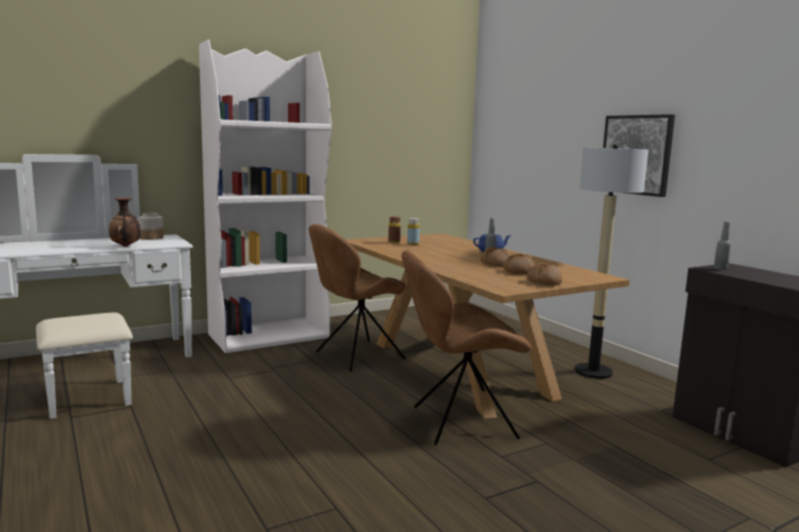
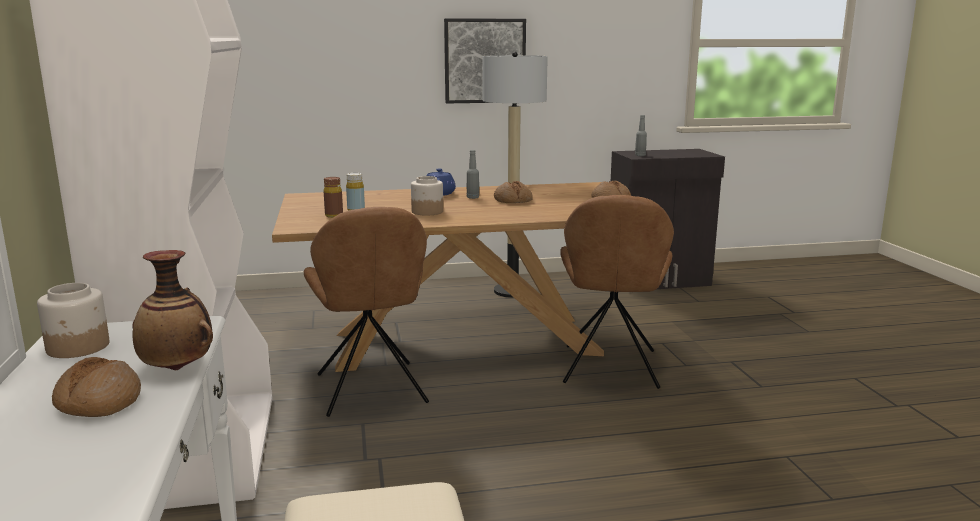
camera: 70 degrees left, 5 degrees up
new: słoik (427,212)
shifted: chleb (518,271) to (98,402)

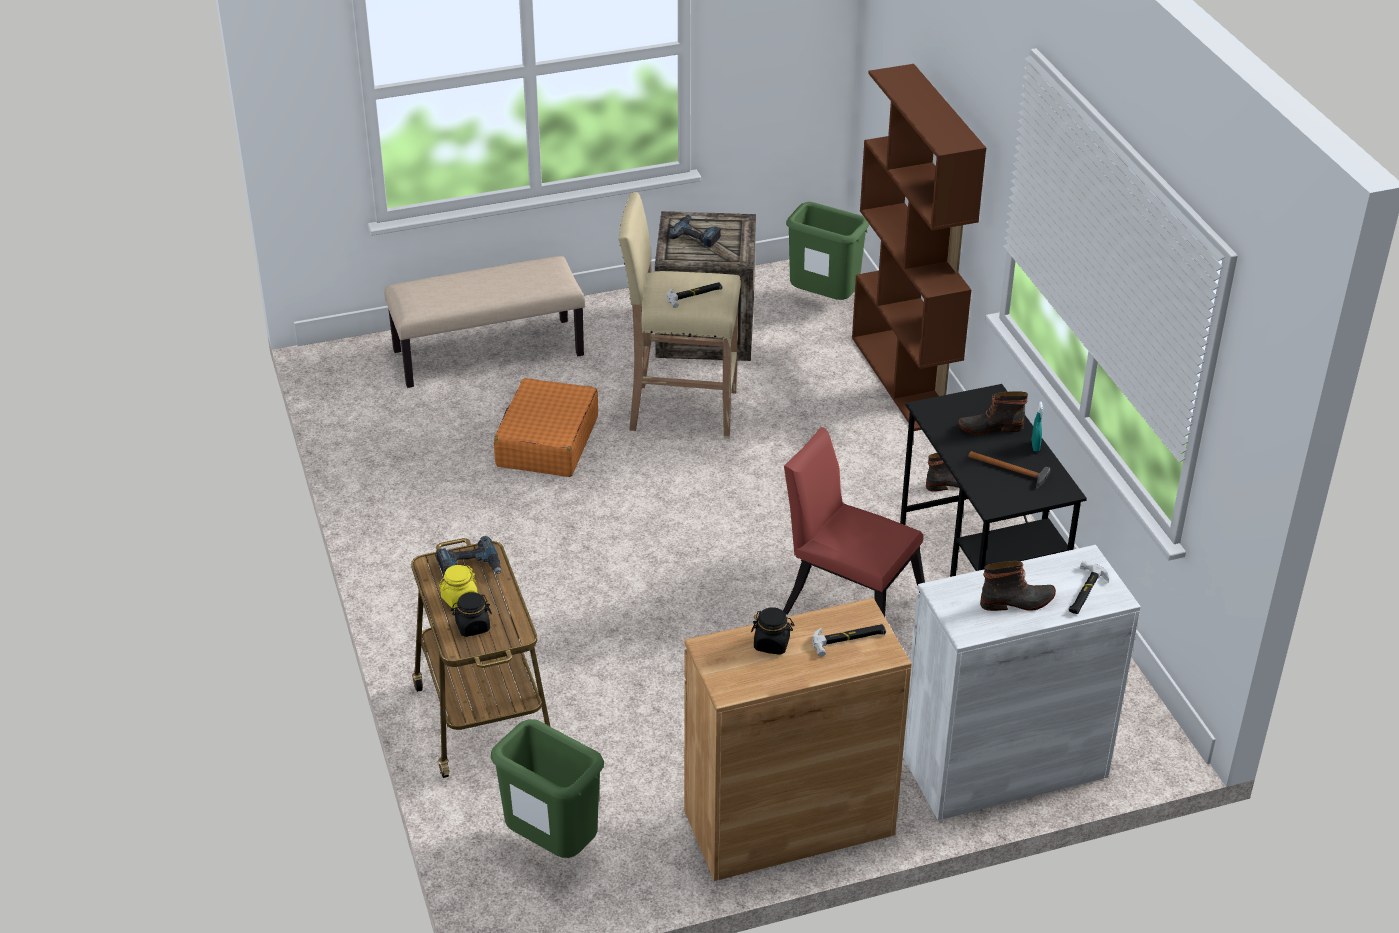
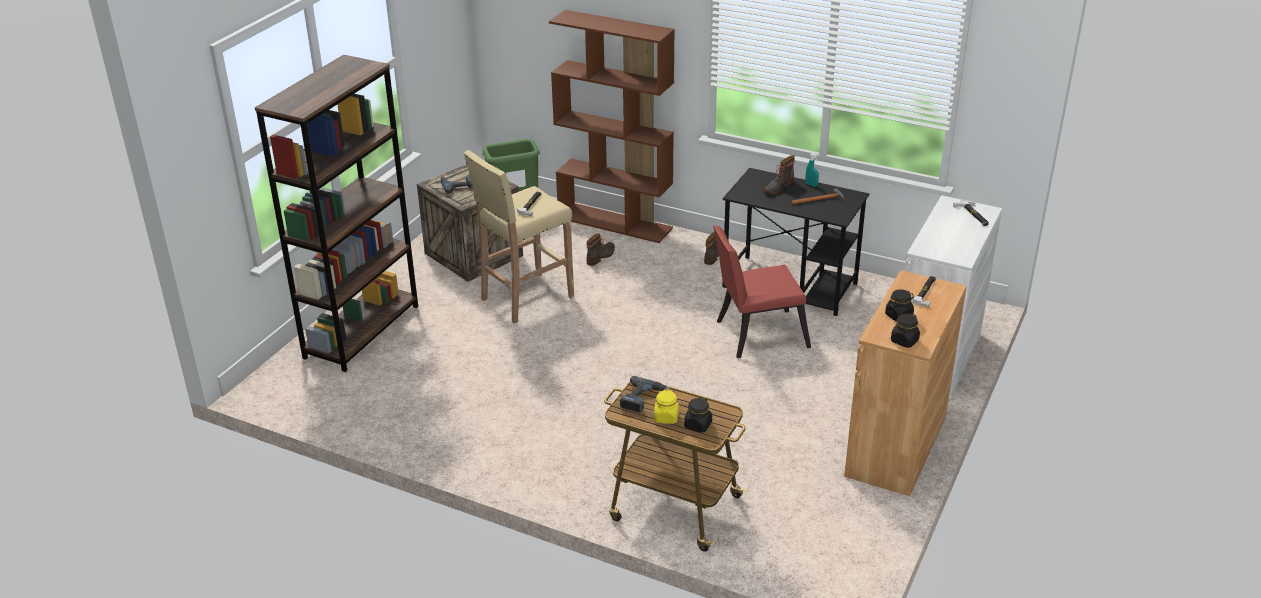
camera: 45 degrees left, 5 degrees down
gone: kosz na śmieci (zielony) (551,846); walizka (pomarańczowy) (547,442)
new: słoik (czarny) (904,341)
shifted: but z cholewką (1017,602) to (601,256)
swapped: ławka (beżowy) (489,352) to regał (brązowy) (362,331)

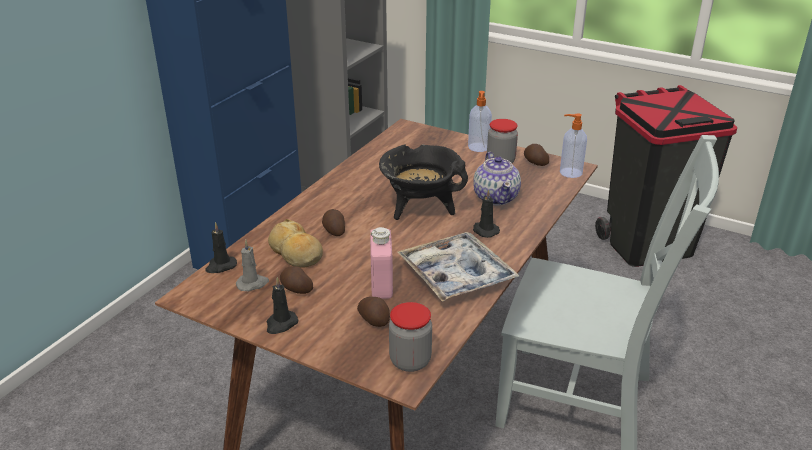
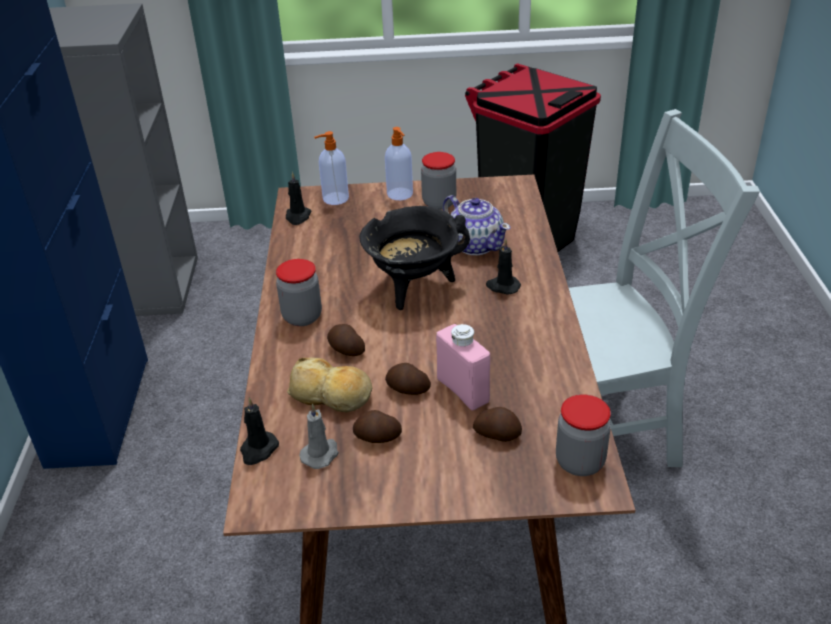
camera: 30 degrees left, 5 degrees up
gone: taca (456,275)
new: słoik (302,317)
shifted: świeca (czarny) (281,324) to (298,217); dozownik mydła (570,172) to (334,199); ziemniak (535,162) to (407,390)

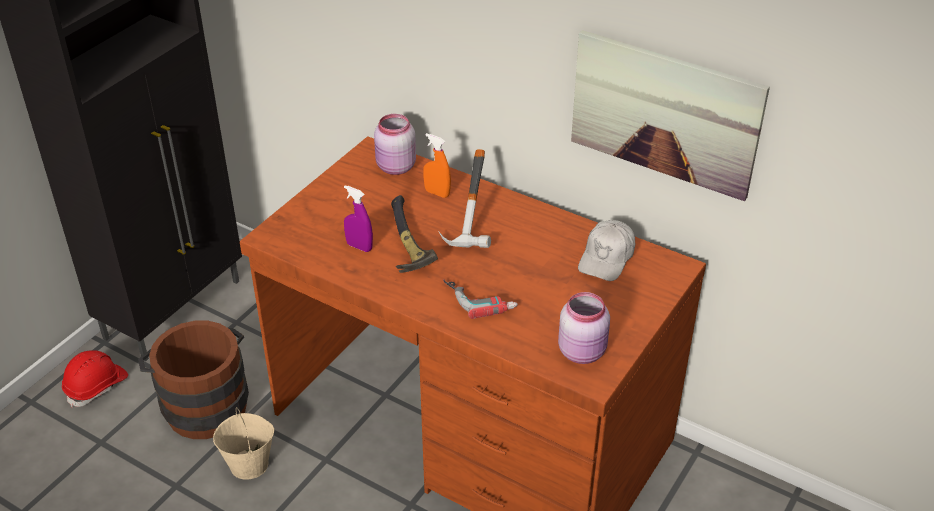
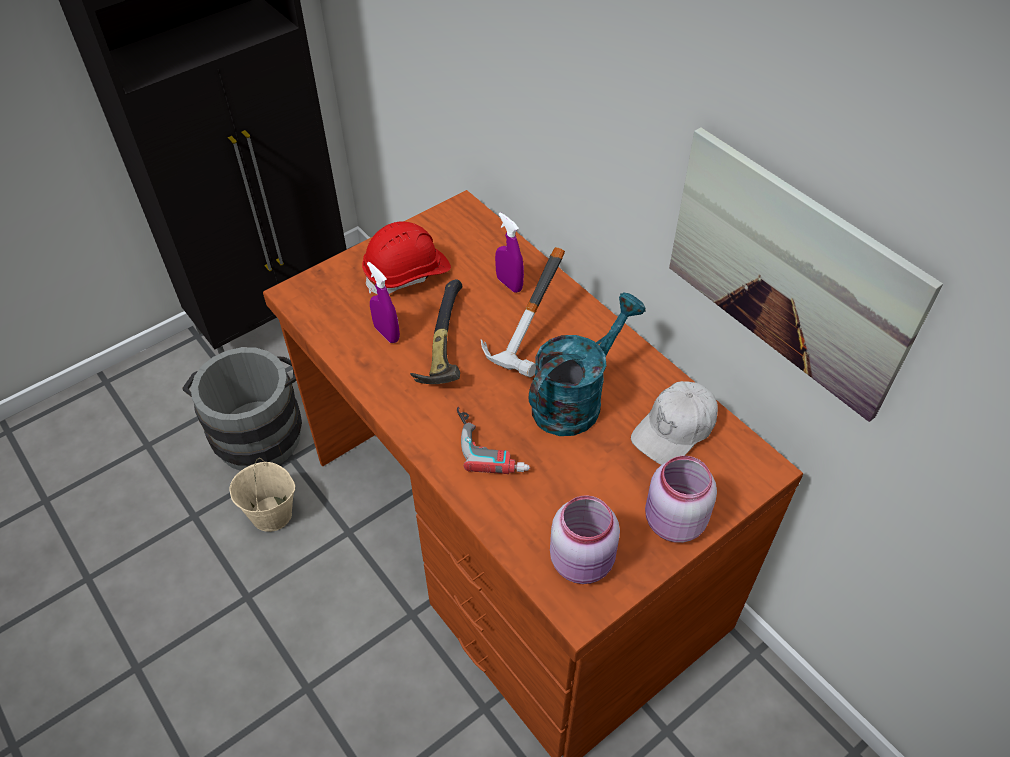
camera: 20 degrees right, 10 degrees up
new: konewka (turkusowy) (575,399)
shifted: kask (czerwony) (97,386) to (407,273); słoik (różowy) (395,167) to (672,522)
repainted: wiadro (brązowy) (203,403) to wiadro (szary) (258,430); spryskiwacz (pomarańczowy) (437,193) to spryskiwacz (fioletowy) (509,284)

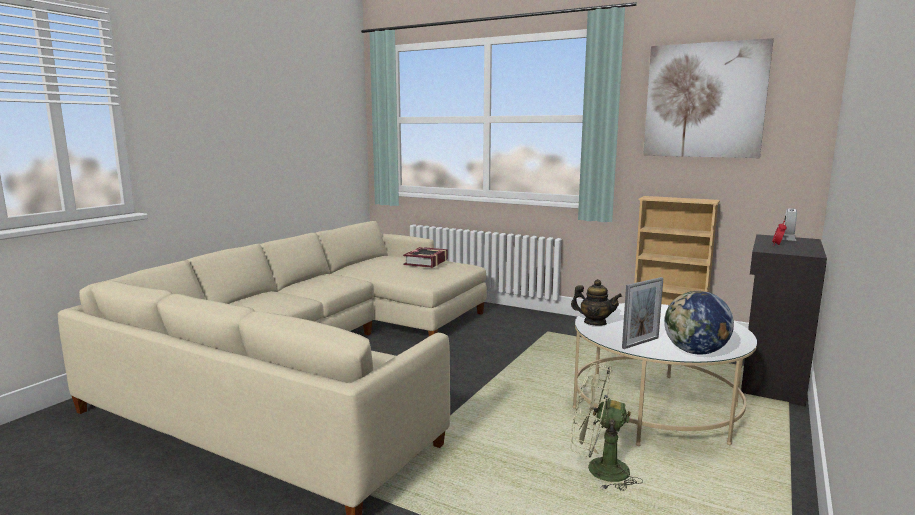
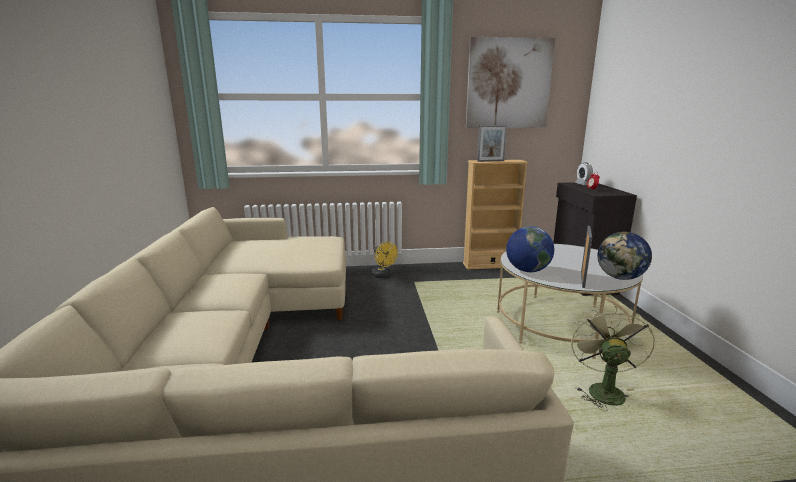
camera: 35 degrees left, 5 degrees up
gone: książka (426,262)
new: wentylator (żółty) (383,276); ramka na zdjęcie (490,161)
swapped: imbryk (595,323) to globus (527,270)
rotated: wentylator (zielony) (598,470) = (602,389) 120 degrees clockwise

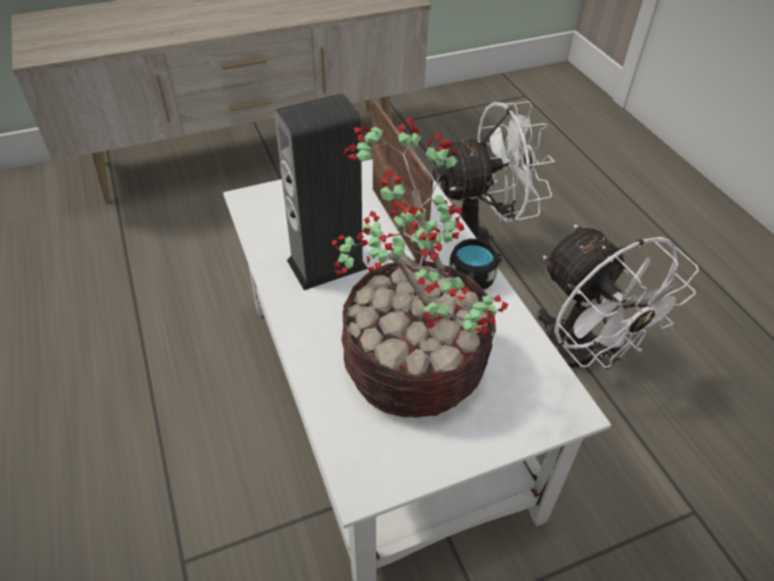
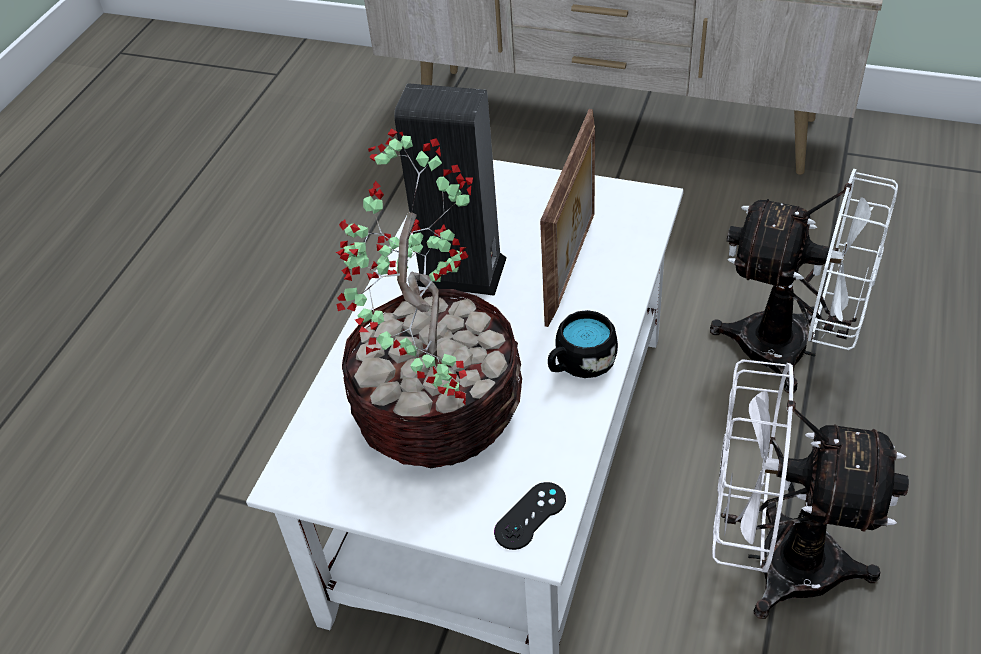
camera: 45 degrees right, 0 degrees up
new: pad do gier (czarny) (530,516)
rotated: wentylator (biały) (578,360) = (773,561) 90 degrees clockwise

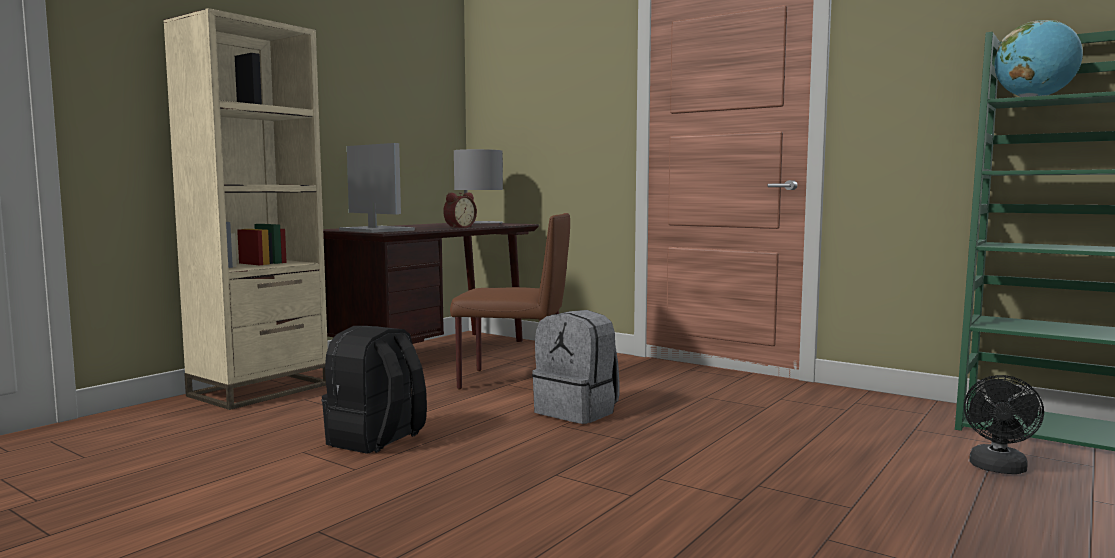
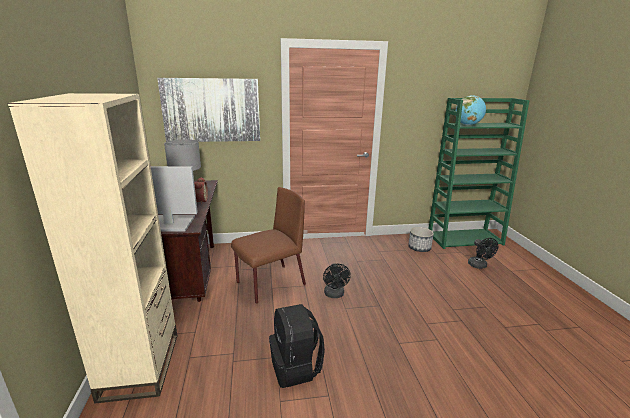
camera: 45 degrees left, 15 degrees up
new: obraz (211,110); donica (419,248)
swapped: plecak (szary) (578,412) to wentylator (czarny) (334,295)

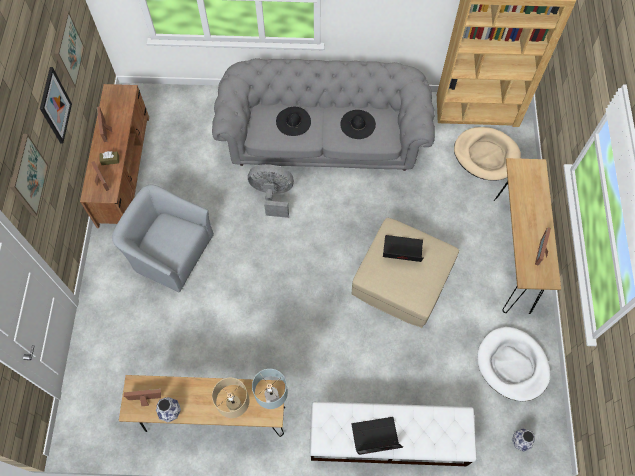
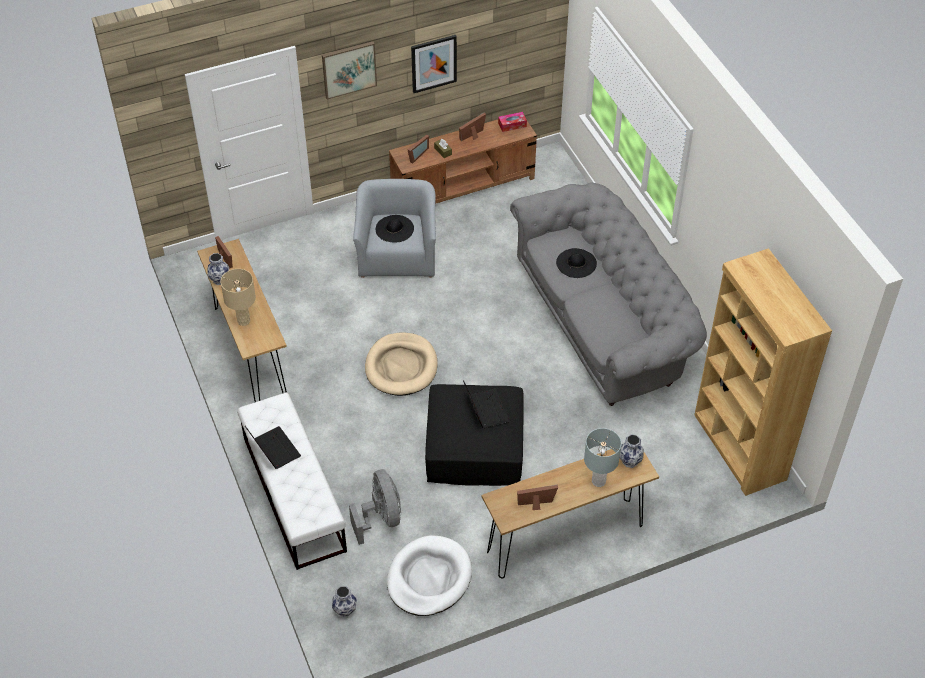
camera: 65 degrees right, 15 degrees down
gone: obraz (68,50)
new: pudełko chusteczek (512,125); wazon (629,461)
shifted: wentylator (szary) (272,196) to (381,518); legowisko (beżowy) (486,155) to (401,367); kapelusz (czarny) (358,124) to (394,229); lampa stołowa (szary) (272,400) to (598,481)
repainted: pufa (beżowy) (402,279) to pufa (czarny) (474,447)

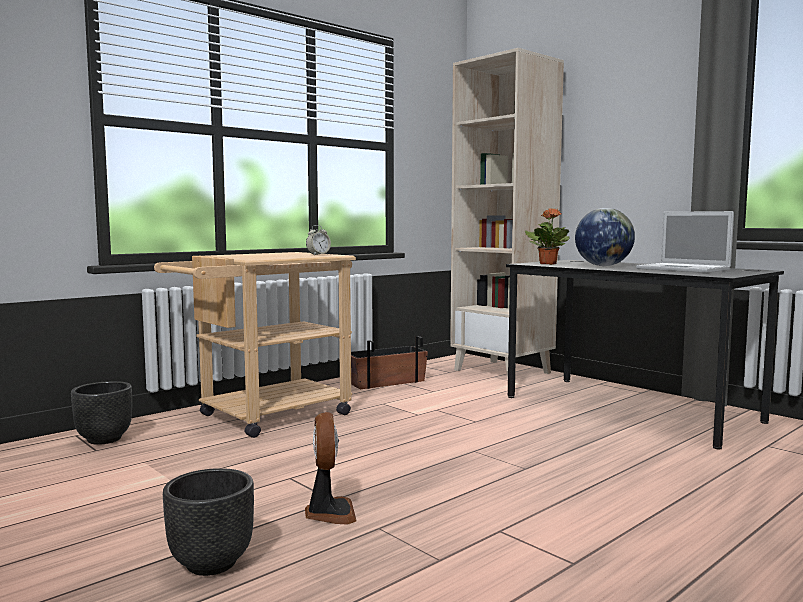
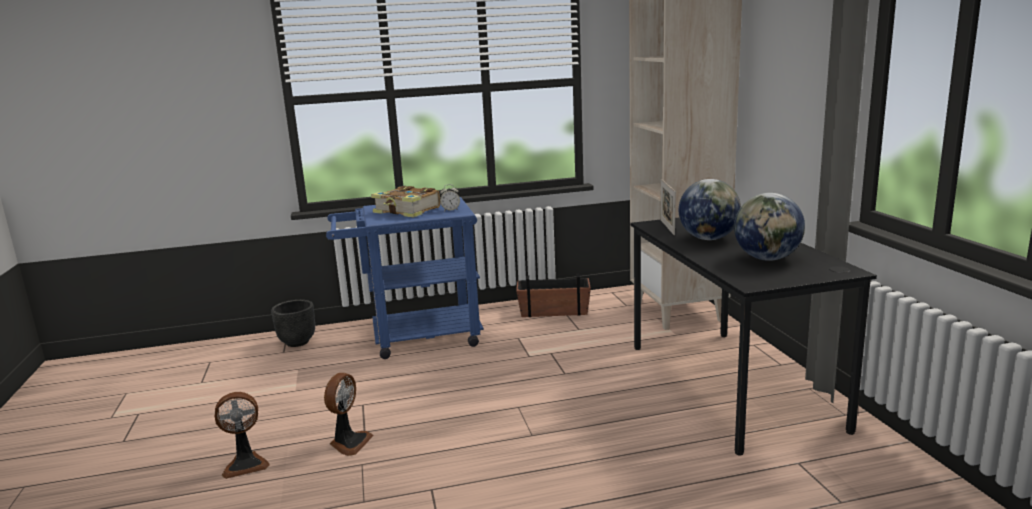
camera: 30 degrees right, 10 degrees up
new: książka (407,211)
swapped: donica (czarny) (211,563) to wentylator (246,464); roślina doniczkowa (548,264) to ramka na zdjęcie (667,227); laptop (684,269) to globus (767,259)
repainted: wózek (beżowy) (264,417) to wózek (niebieski) (415,338)

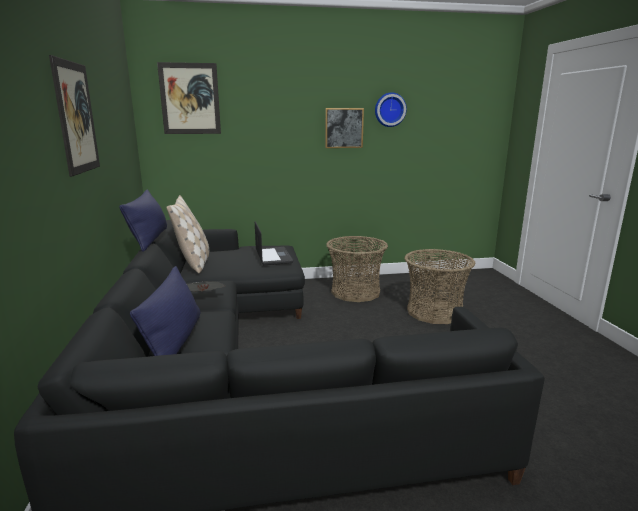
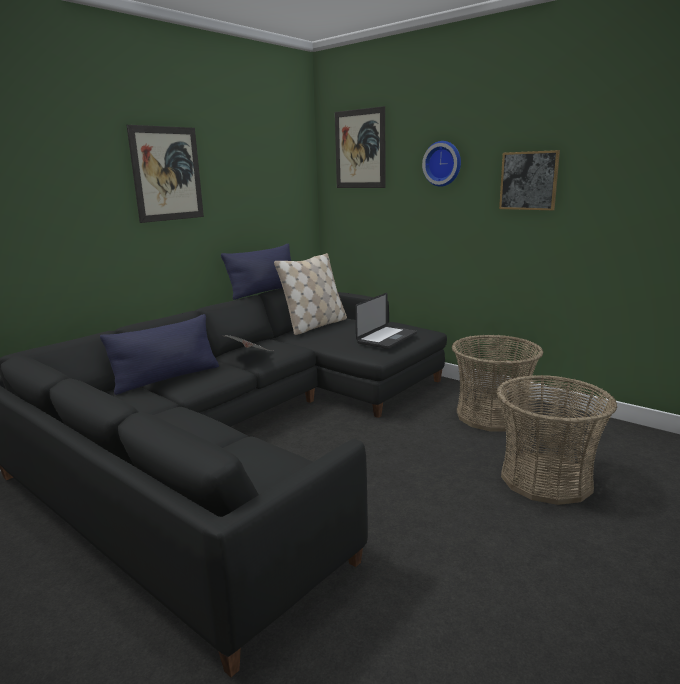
camera: 50 degrees right, 0 degrees up
shifted: zegar ścienny (389,110) to (443,163)

